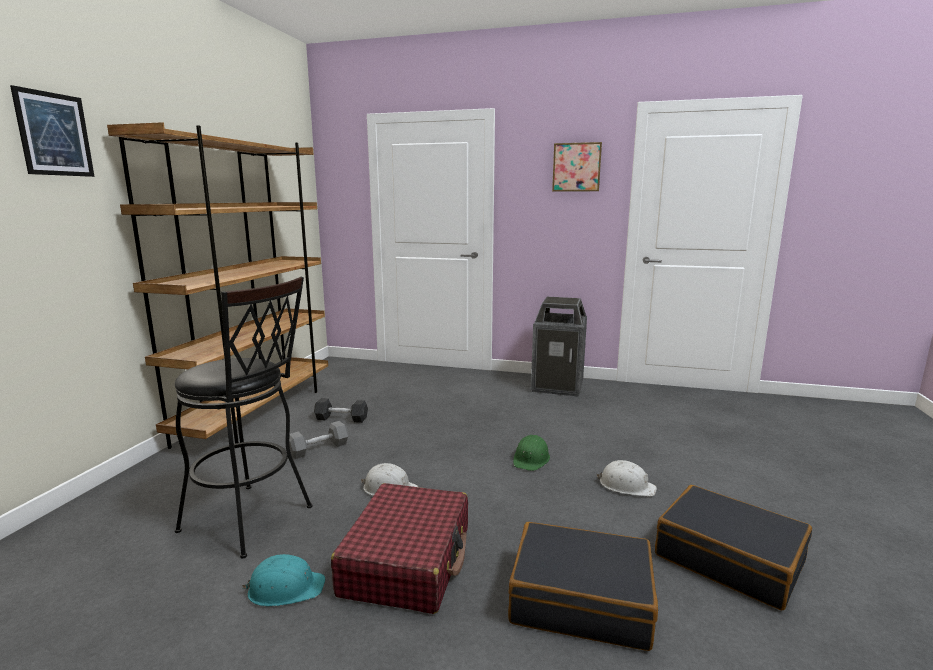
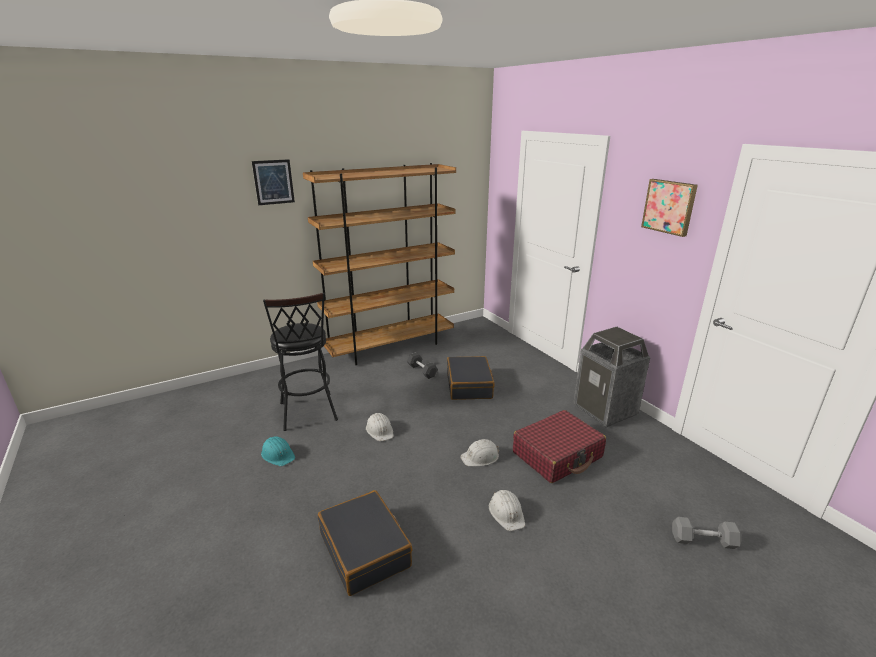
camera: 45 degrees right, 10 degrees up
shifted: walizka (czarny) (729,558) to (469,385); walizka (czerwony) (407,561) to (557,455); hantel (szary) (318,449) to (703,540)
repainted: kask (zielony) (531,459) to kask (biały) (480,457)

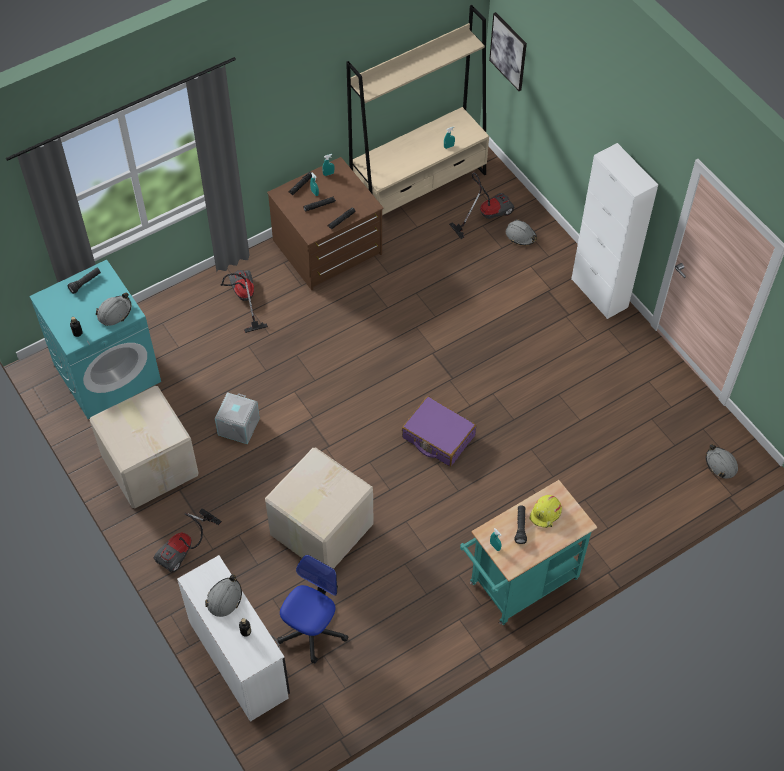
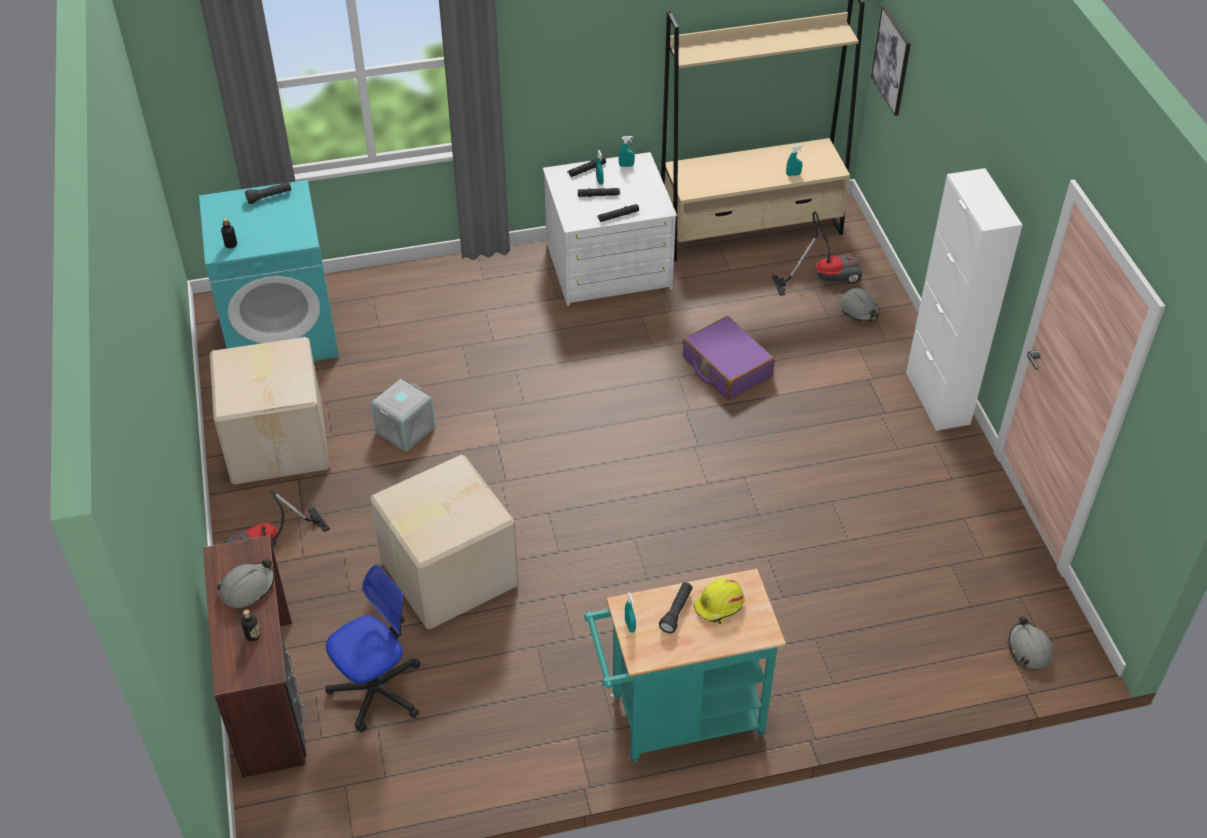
camera: 20 degrees right, 10 degrees down
gone: kask (szary) (114,312); odkurzacz (243,299)
shifted: walizka (fioletowy) (438,437) to (726,367)
repainted: biurko (biały) (240,658) to biurko (brązowy) (269,696); komoda (brązowy) (328,248) to komoda (biały) (609,267)

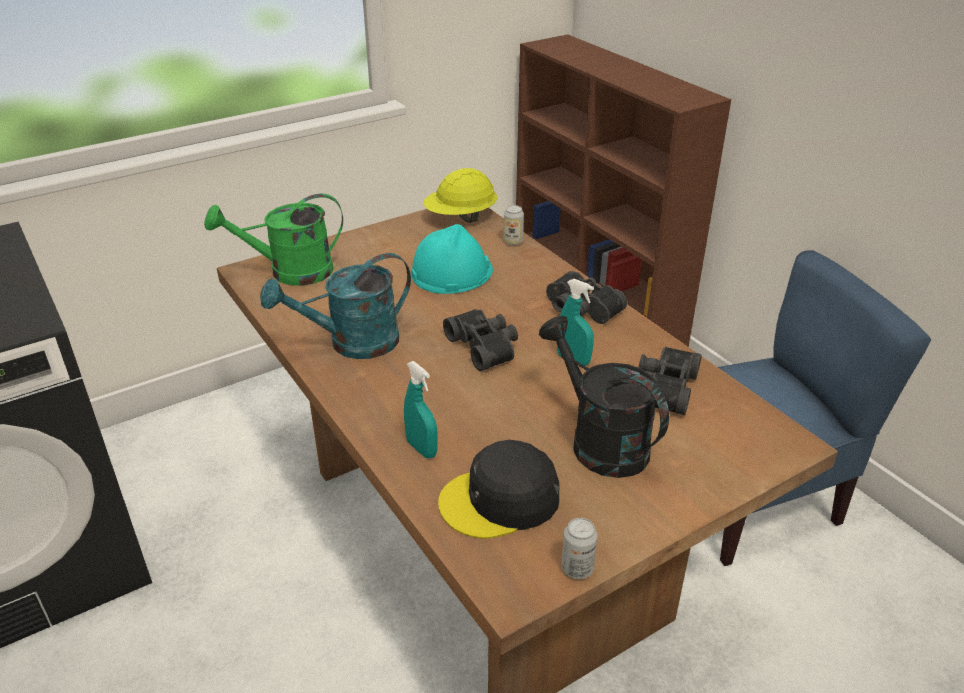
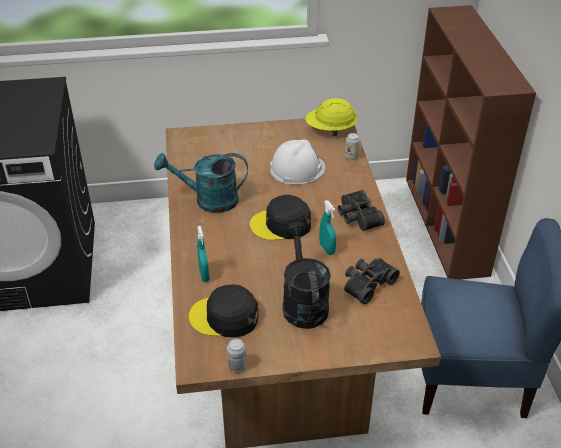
camera: 25 degrees right, 5 degrees up
gone: konewka (zielony) (290,272)
swapped: lornetka (czarny) (485,346) to czapka z daszkiem (czarny) (281,224)
repainted: kask (turkusowy) (451,272) to kask (biały) (297,168)

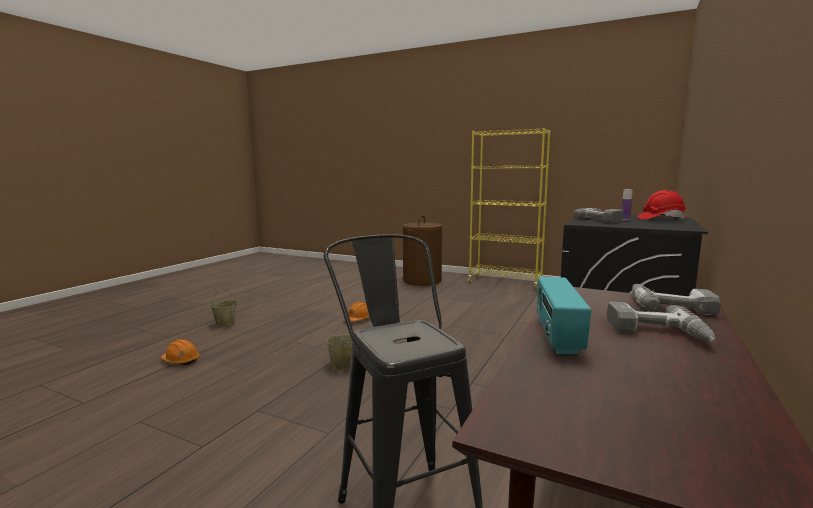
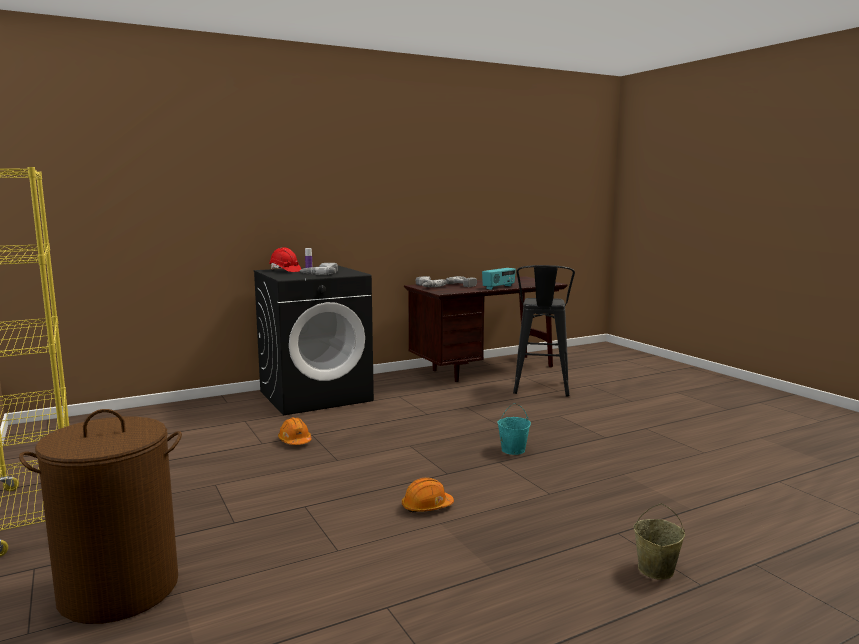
camera: 145 degrees left, 0 degrees up
shifted: kask (pomarańczowy) (181,360) to (295,441)
repainted: wiadro (beżowy) (343,366) to wiadro (turkusowy) (513,450)

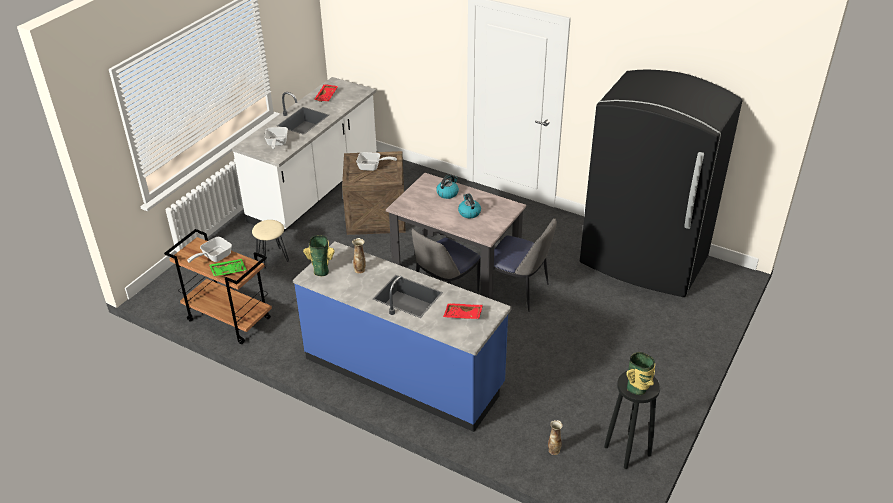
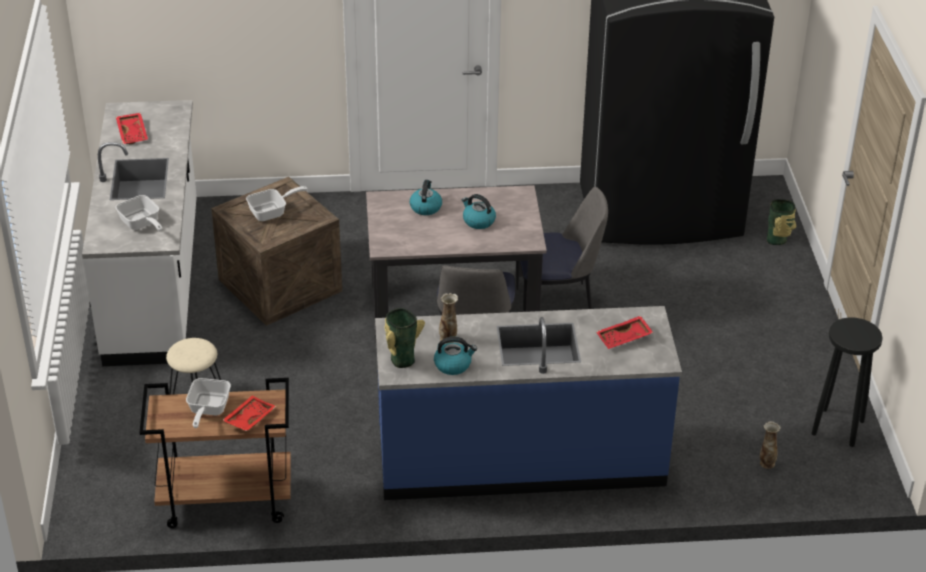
camera: 35 degrees left, 0 degrees up
new: czajnik (453,365)
shifted: wazon (637,389) to (778,240)
repainted: taca (zielony) (228,271) to taca (czerwony) (249,418)

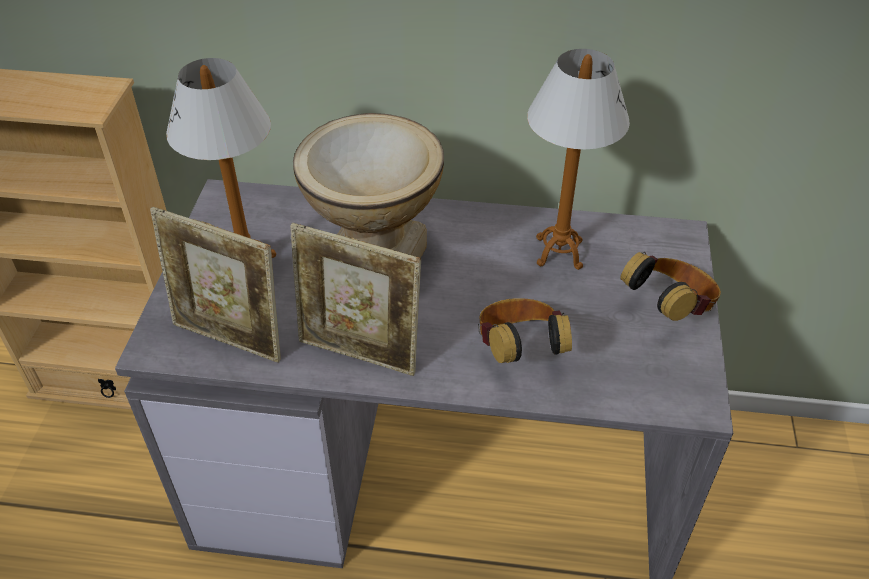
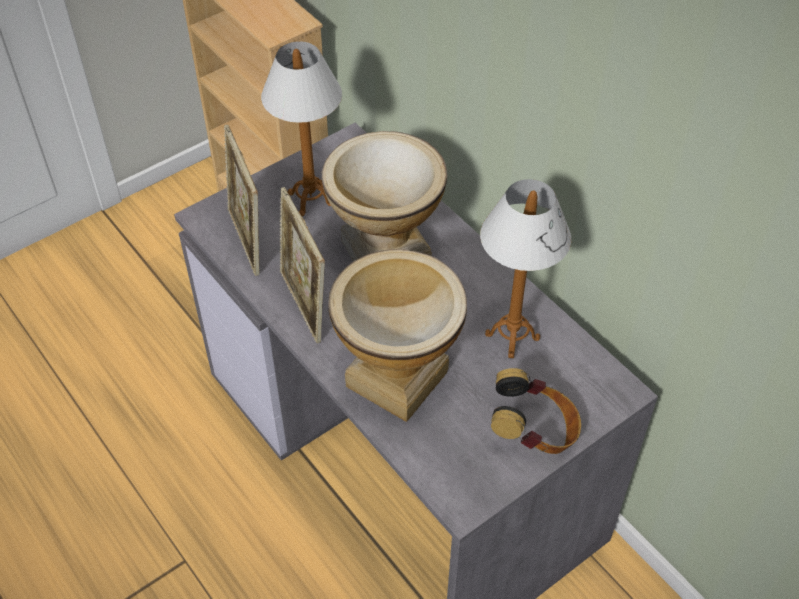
camera: 45 degrees right, 5 degrees up
swapped: słuchawki (519,350) to wazon (398,378)

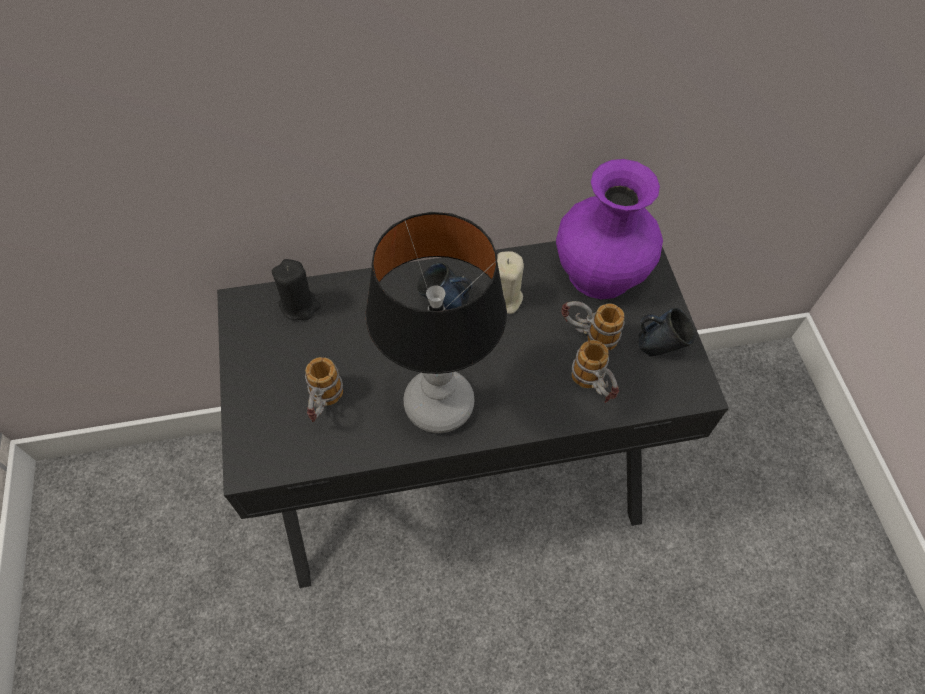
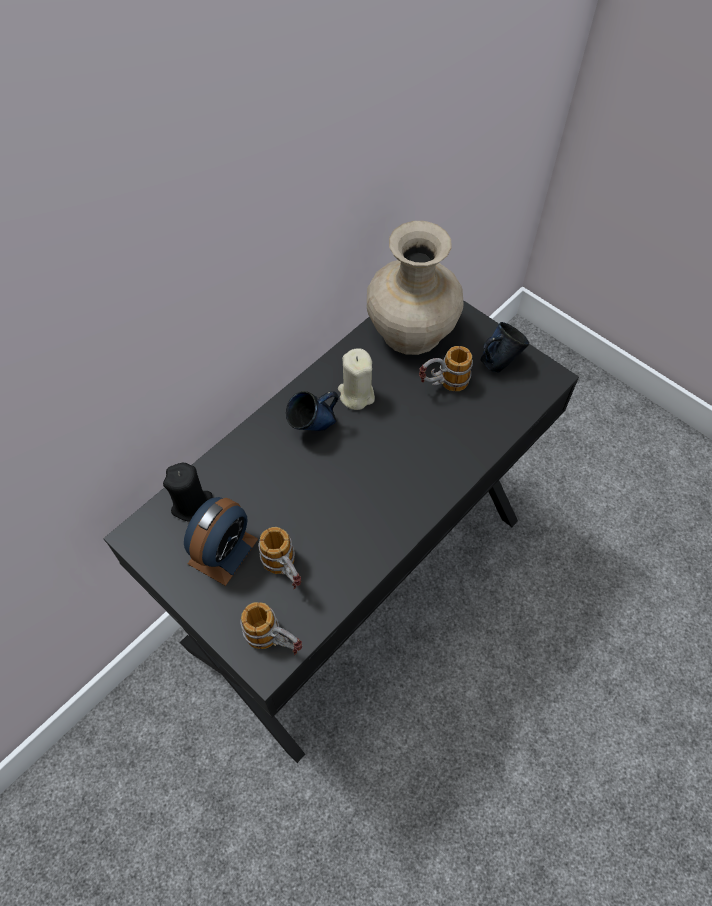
camera: 35 degrees left, 0 degrees up
gone: lampa stołowa (440,403)
new: budzik (223,551)
shifted: kubek (593,387) to (275,641)
repainted: wazon (fioletowy) (600,273) to wazon (beżowy) (412,331)

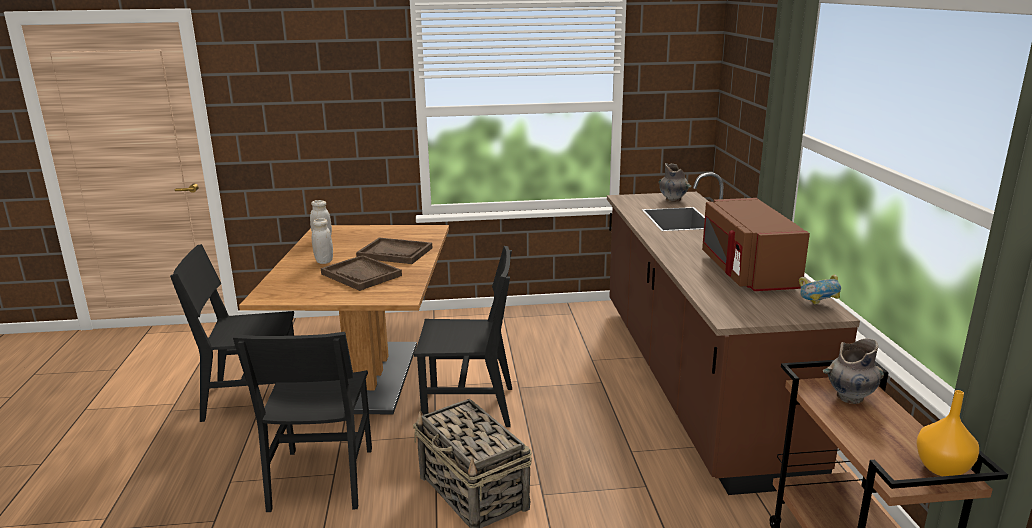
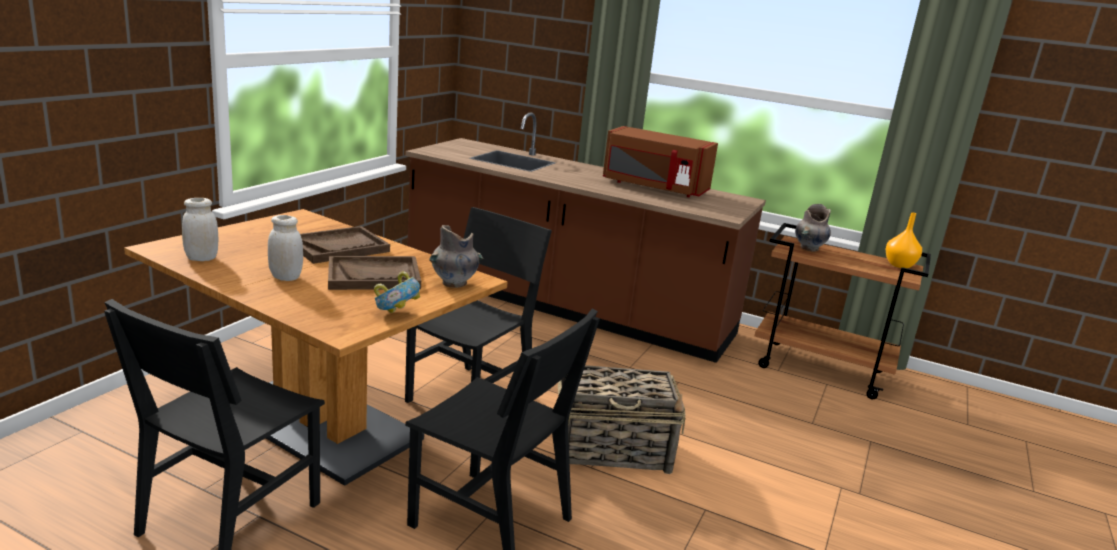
camera: 60 degrees left, 0 degrees up
shifted: miska (818,306) to (396,313); wazon (szary) (673,200) to (455,283)

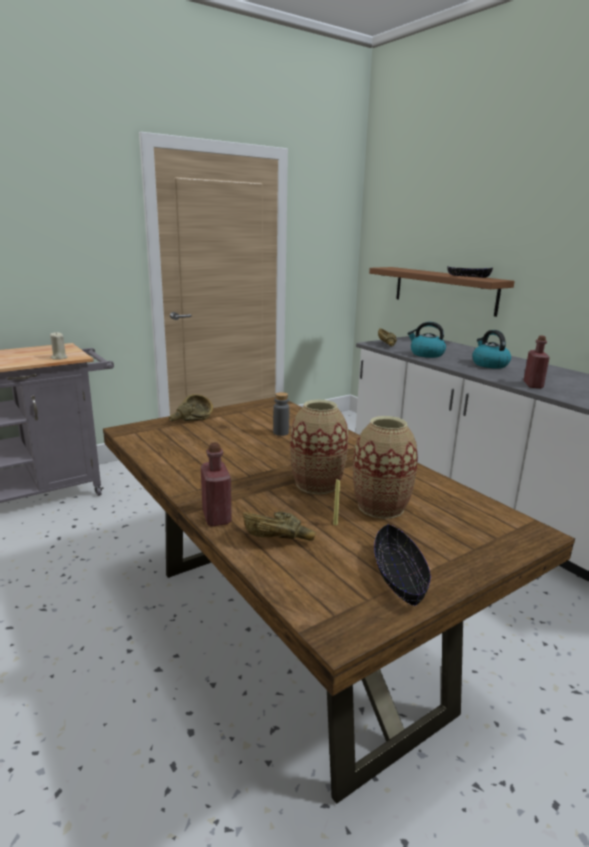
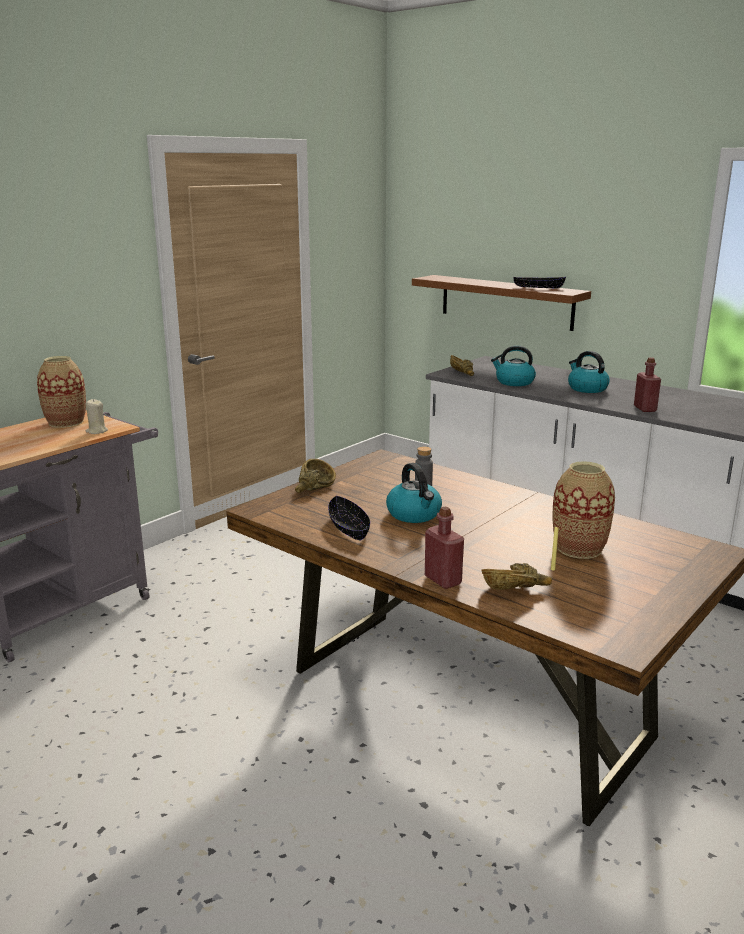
camera: 15 degrees left, 0 degrees up
new: czajnik (414,514)
shifted: wazon (317,484) to (66,422); miska (czarny) (399,576) to (349,528)

